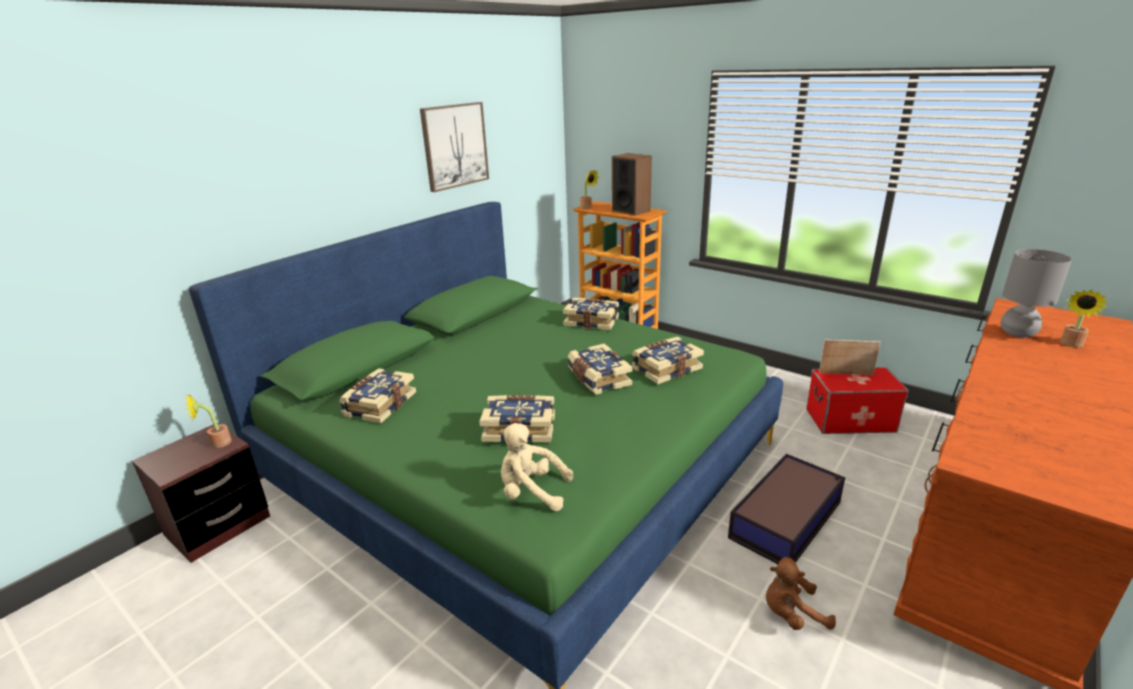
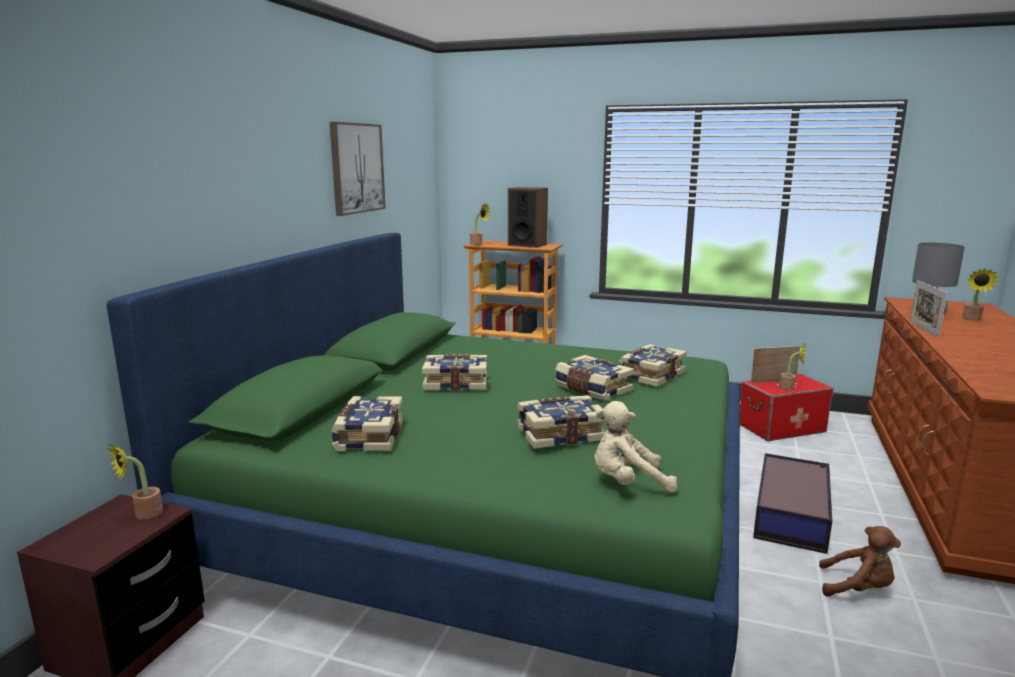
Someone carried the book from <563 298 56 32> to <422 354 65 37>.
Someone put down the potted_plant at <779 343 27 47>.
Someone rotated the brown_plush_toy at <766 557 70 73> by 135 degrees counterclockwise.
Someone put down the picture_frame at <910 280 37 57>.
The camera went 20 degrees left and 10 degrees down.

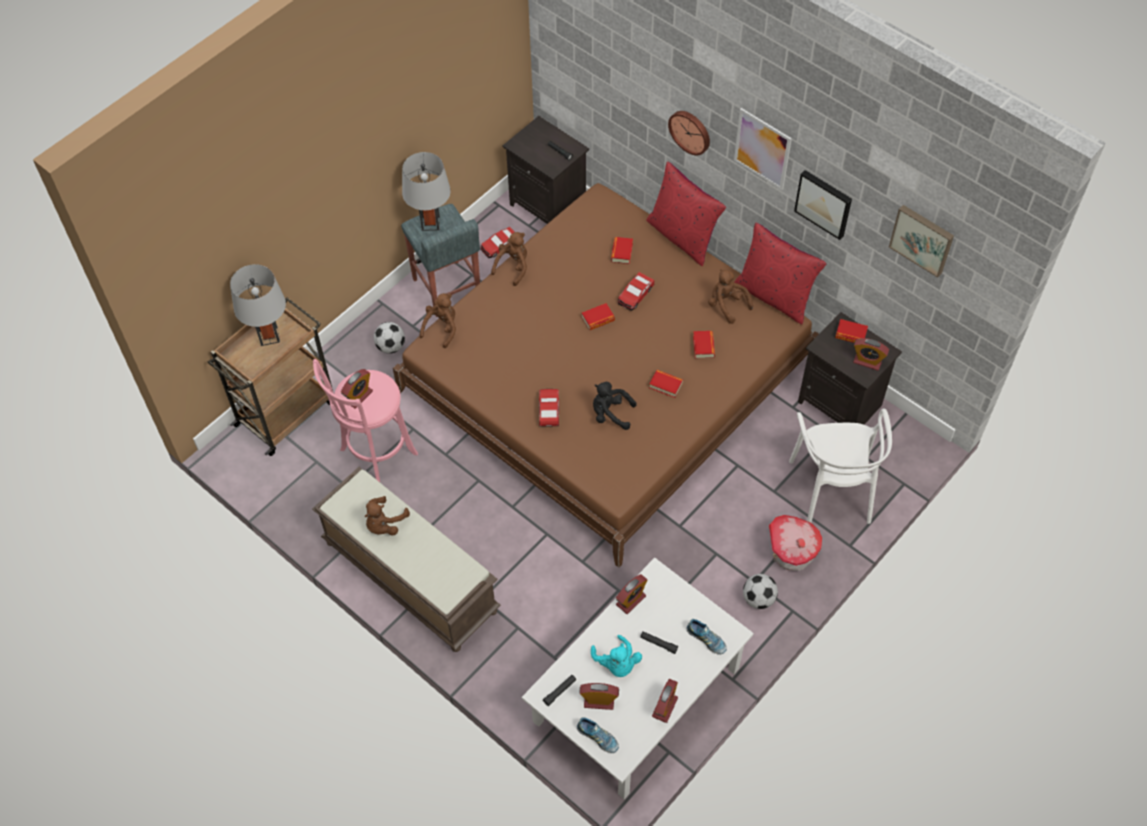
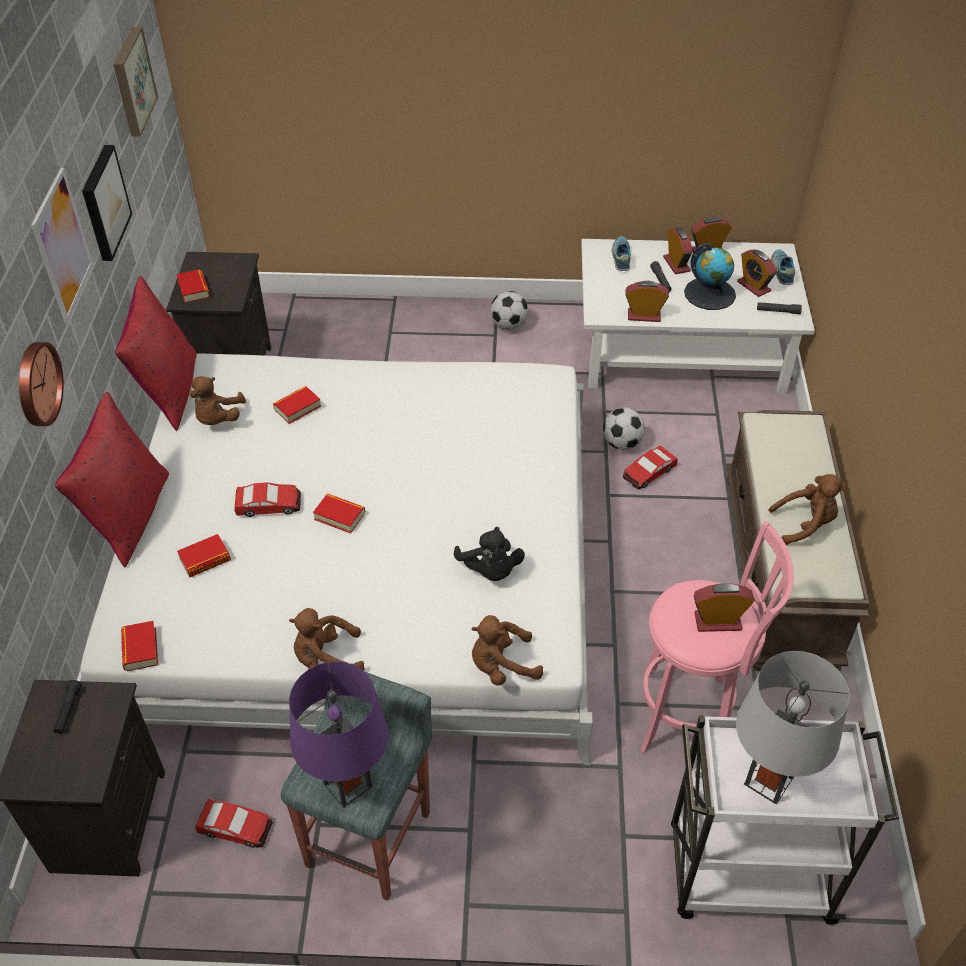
Someone repainted the brown_bed at <393 183 426 385>, which became the white_bed at <80 354 513 411>.
Someone carried the book from <649 370 34 28> to <121 621 37 50>.
Someone repainted the grey_table_lamp at <402 152 49 79>, which became the purple_table_lamp at <289 661 99 147>.
Someone carried the black_plush_toy from <593 382 44 48> to <454 527 71 54>.
Someone carried the football from <374 322 31 32> to <603 407 42 43>.
Someone carried the toy_car from <539 389 20 38> to <623 445 54 44>.
Someone carried the alarm_clock from <853 338 36 33> to <663 227 30 47>.
Someone repainted the brown_cart at <207 297 126 159>, which became the white_cart at <671 715 228 210>.
Someone swapped the turquoise_plush_toy at <591 635 51 42> for the globe at <684 243 52 67>.
Someone took away the toy_house at <769 515 53 56>.
Someone took away the white_chair at <789 409 103 115>.
The camera went 130 degrees left and 10 degrees down.

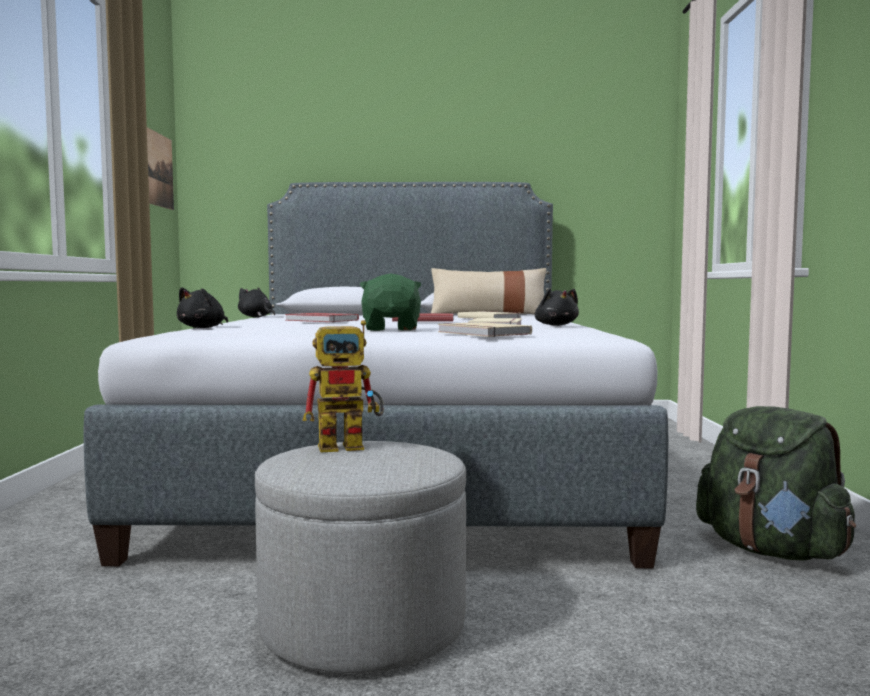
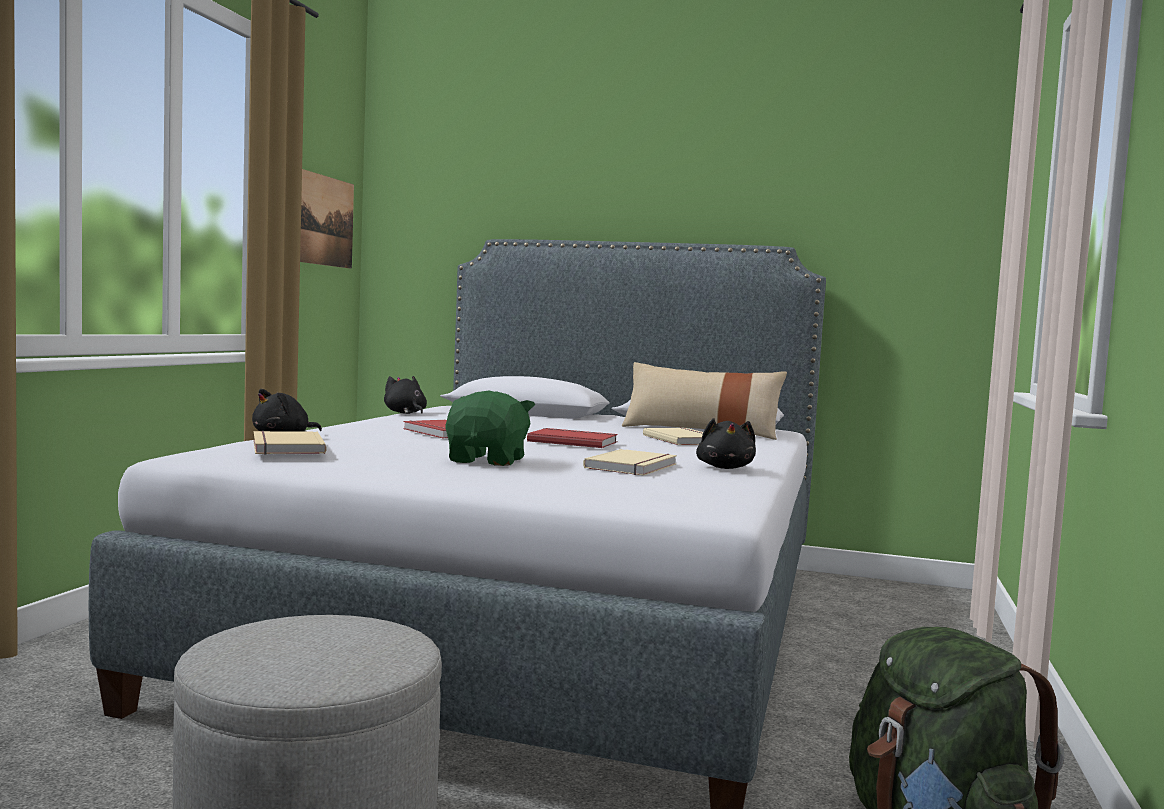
Someone carried the beige_book from <438 322 94 15> to <253 431 73 24>.
Someone took away the toy_robot at <303 320 81 132>.
The camera went 15 degrees right and 0 degrees up.

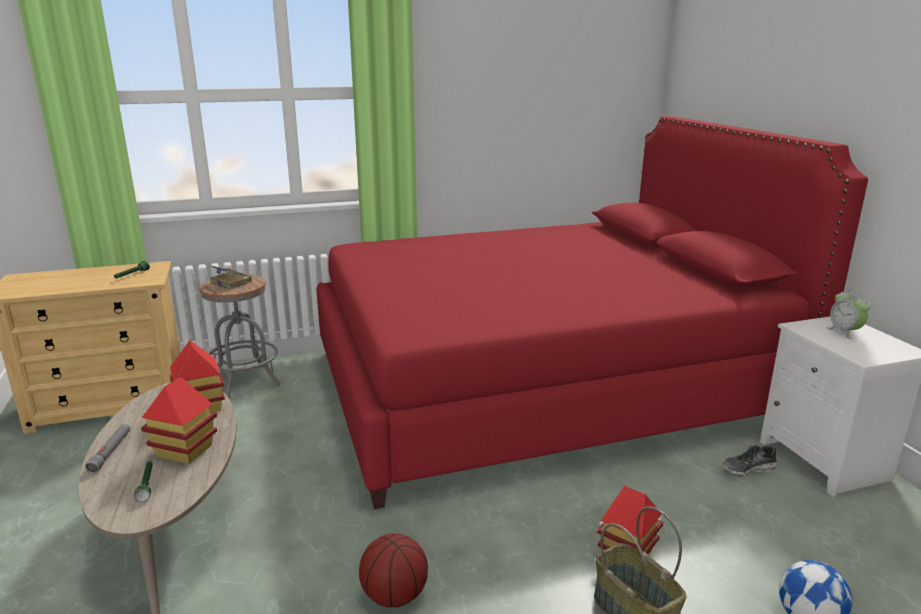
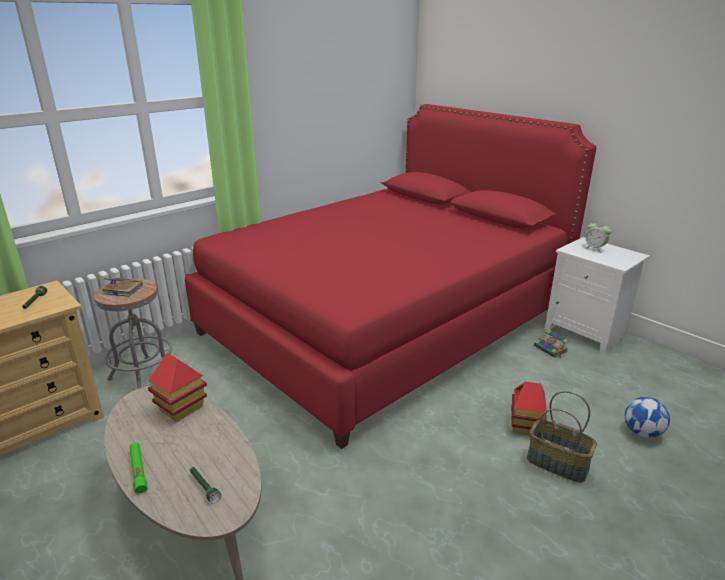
Someone repainted the grey_flashlight at <85 424 46 49>, which became the green_flashlight at <130 442 18 53>.
Someone swapped the shoe at <723 444 54 33> for the book at <534 329 35 29>.
Someone took away the toy_house at <141 377 76 87>.
Someone took away the basketball at <359 534 69 74>.
The camera went 25 degrees left and 5 degrees up.

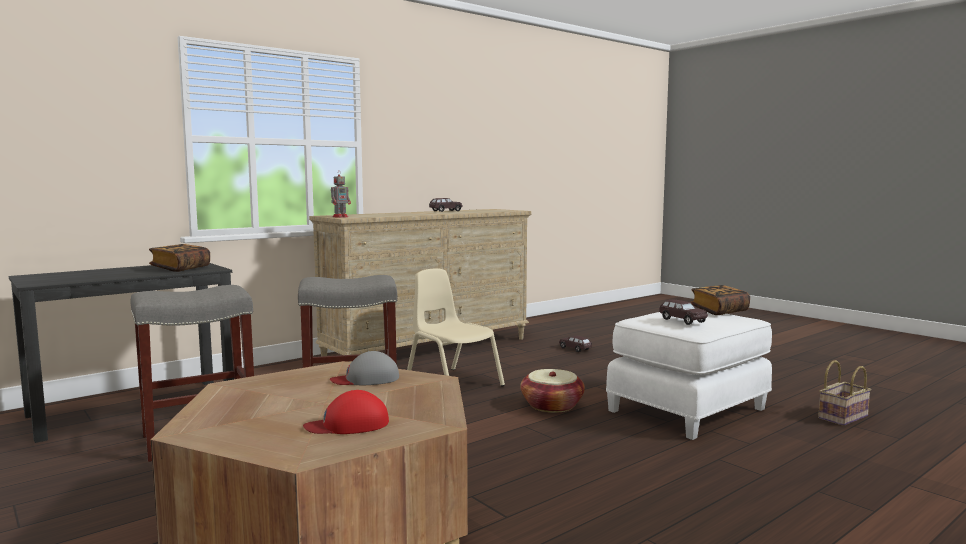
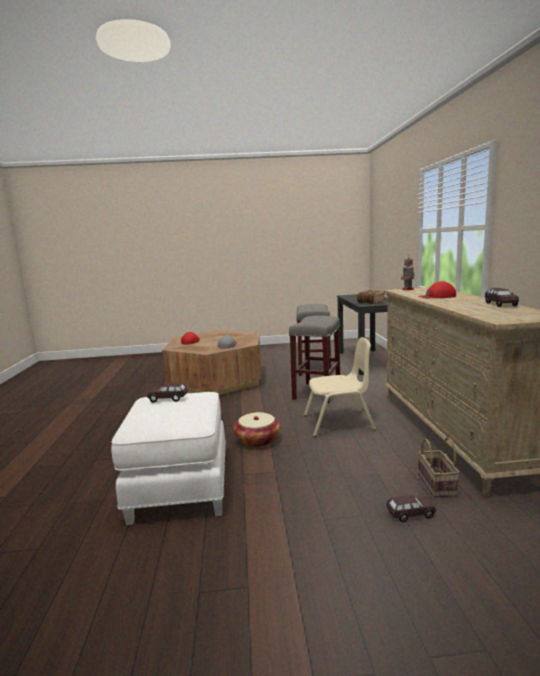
Someone put down the red_cap at <418 281 38 17>.
Someone carried the basket from <818 360 53 66> to <418 437 42 60>.
Someone took away the book at <690 285 60 30>.
The camera went 125 degrees right and 5 degrees up.

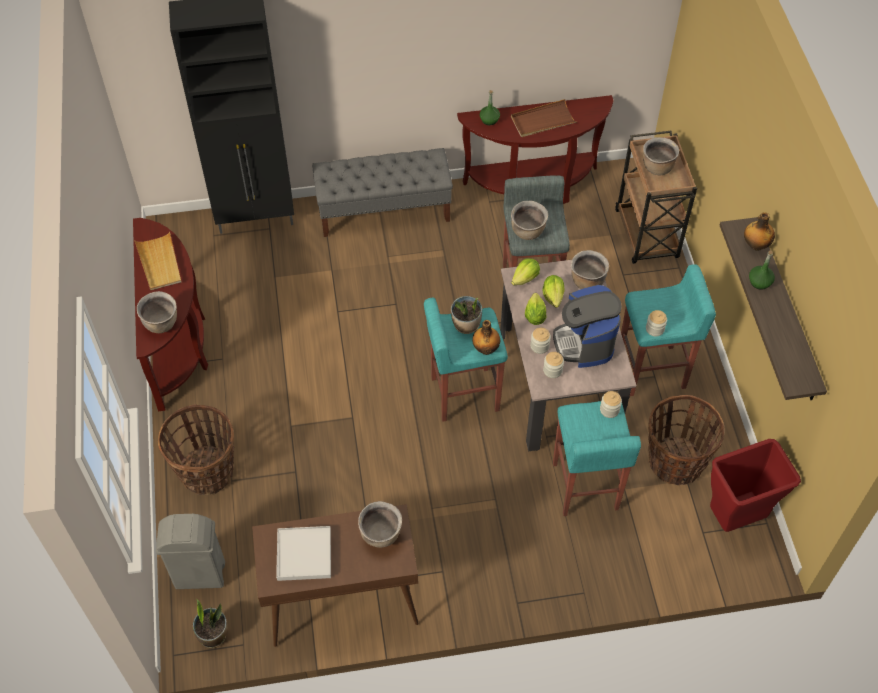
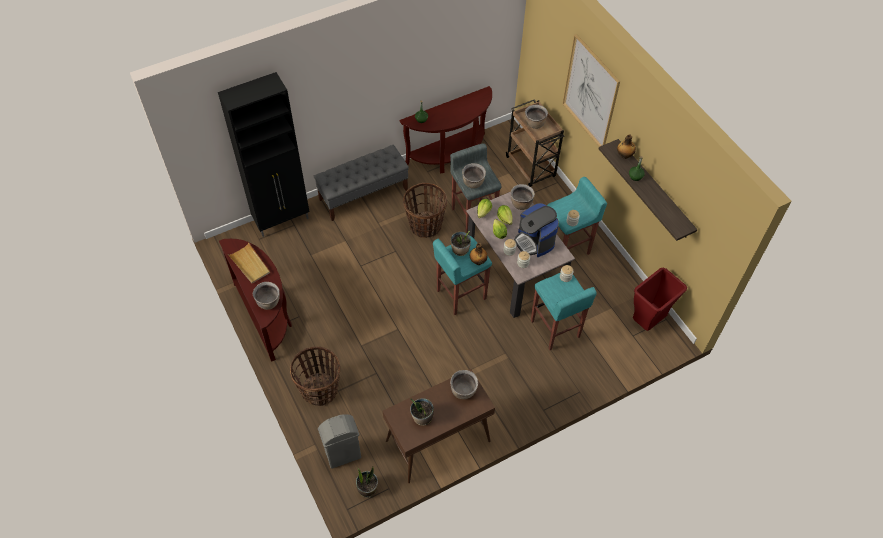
Someone carried the basket from <648 395 77 90> to <403 183 44 55>.
Someone swapped the white_tray at <276 526 55 55> for the potted_plant at <410 398 24 28>.
Someone put up the picture at <562 34 58 113>.
Someone took away the brown_tray at <511 99 66 38>.
The camera went 20 degrees left and 0 degrees up.

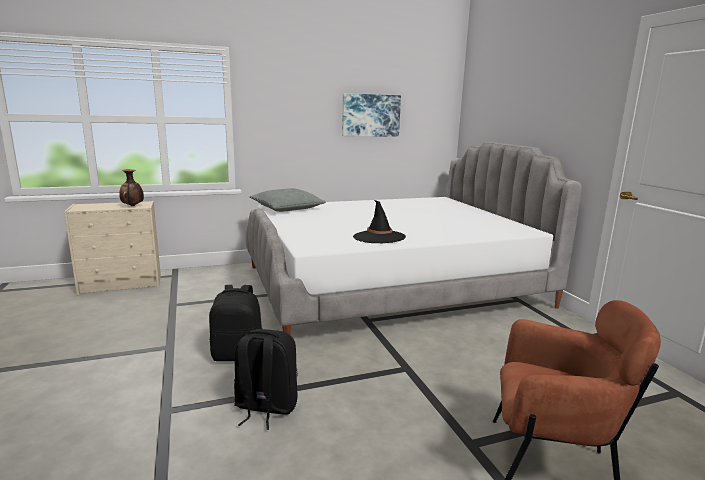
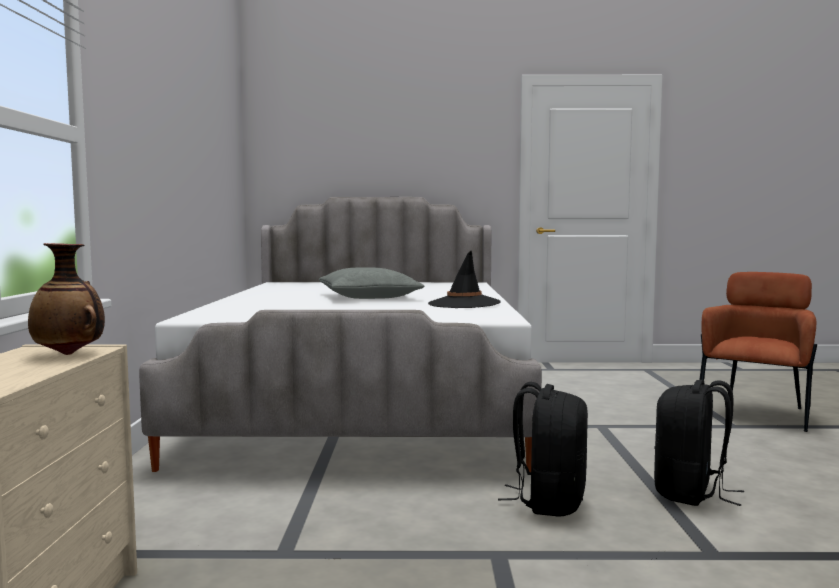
Someone carried the grey_pillow from <249 188 77 24> to <319 267 105 32>.
Someone took away the picture at <342 93 59 44>.
The camera went 70 degrees left and 10 degrees down.

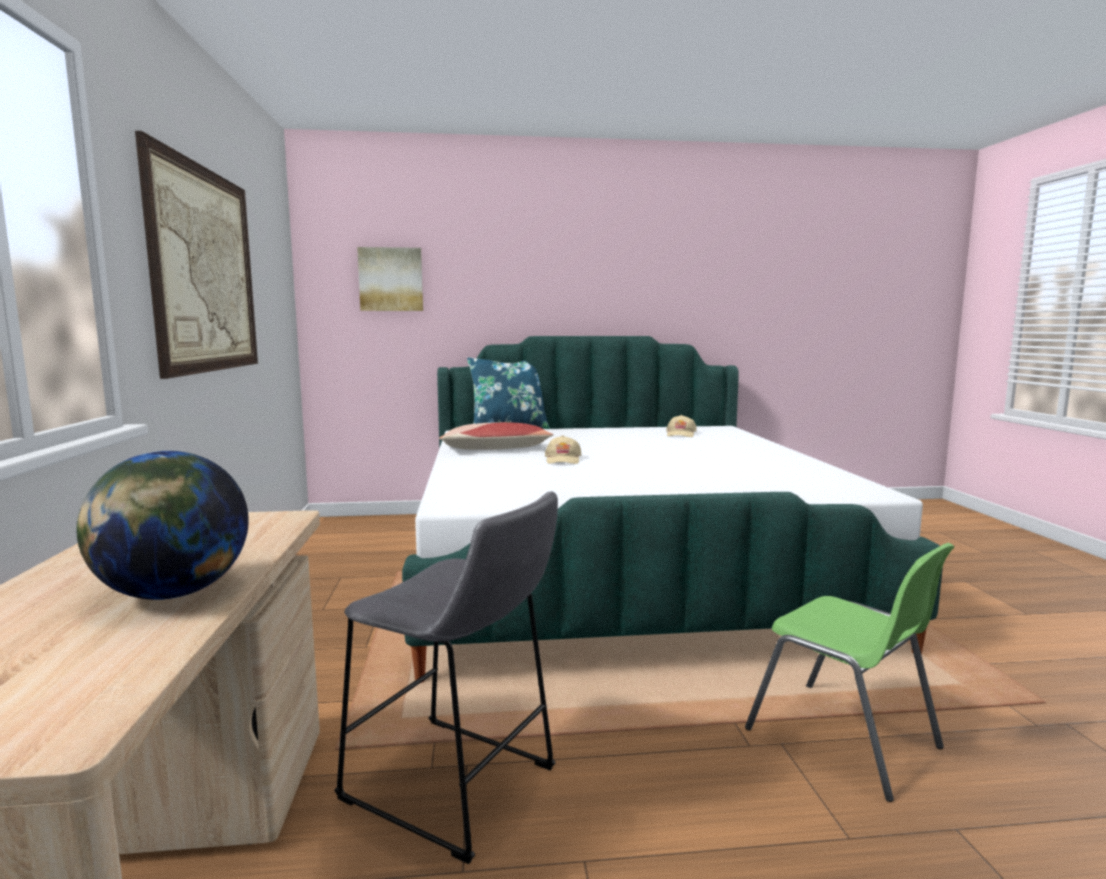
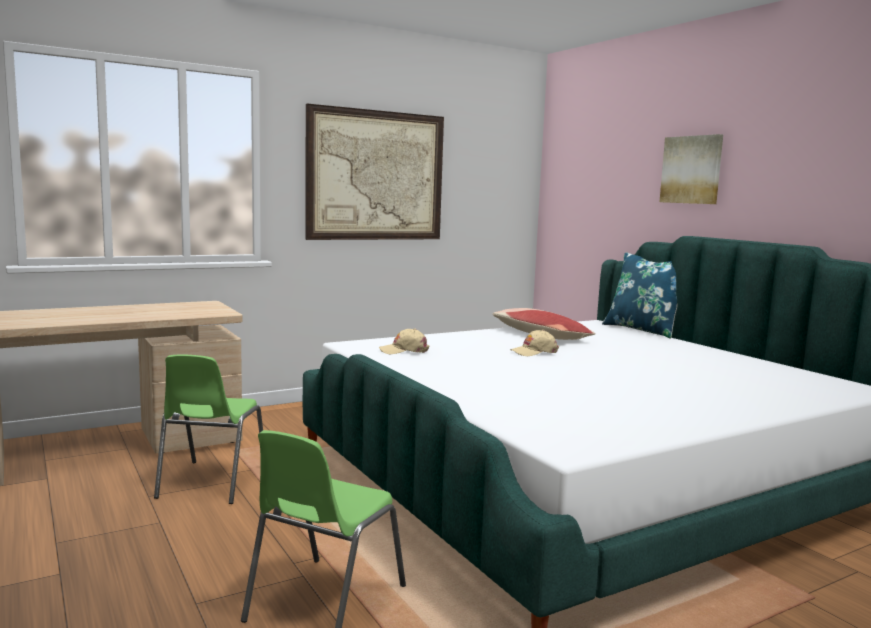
Someone swapped the grey_stool at <334 491 224 373> for the green_chair at <154 354 109 150>.
Someone carried the beige_cap from <666 415 31 22> to <379 328 51 26>.
Someone carried the picture from <357 247 66 64> to <659 134 64 70>.
Someone took away the globe at <76 451 173 149>.
The camera went 65 degrees right and 0 degrees up.

